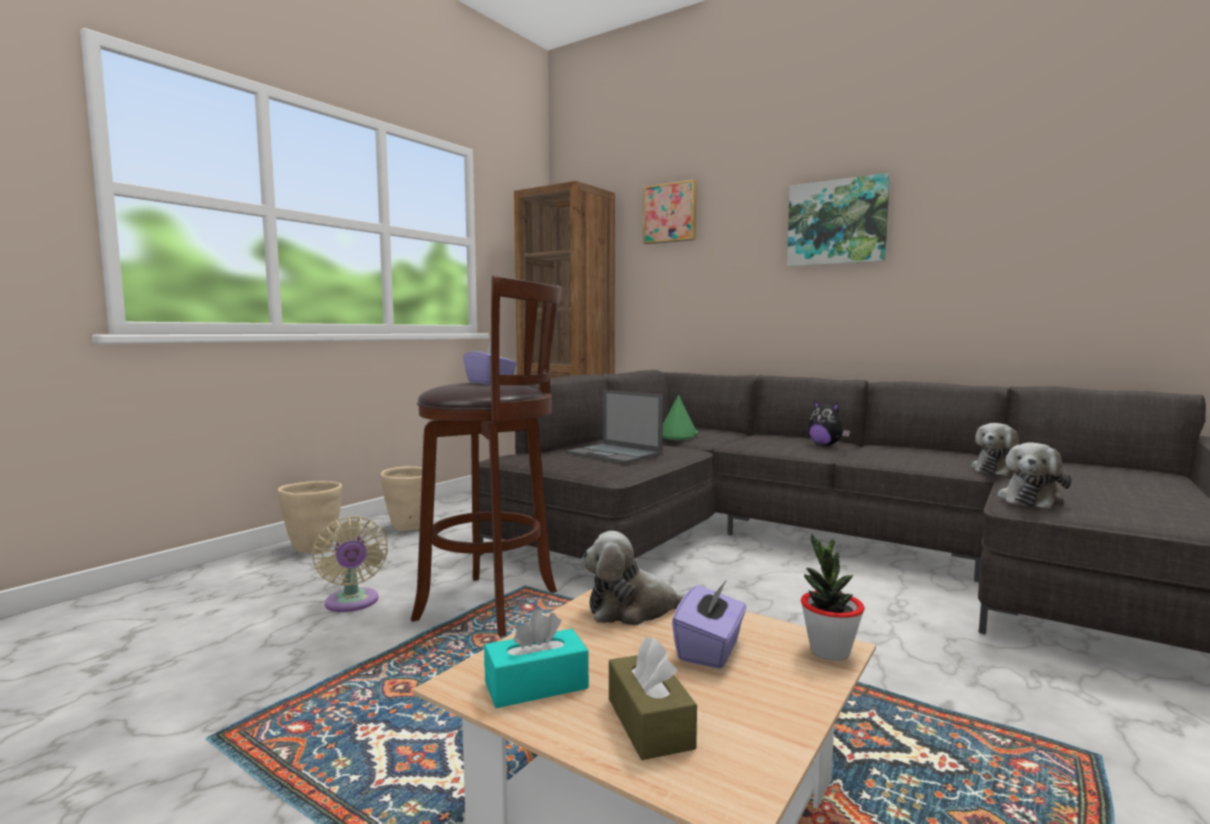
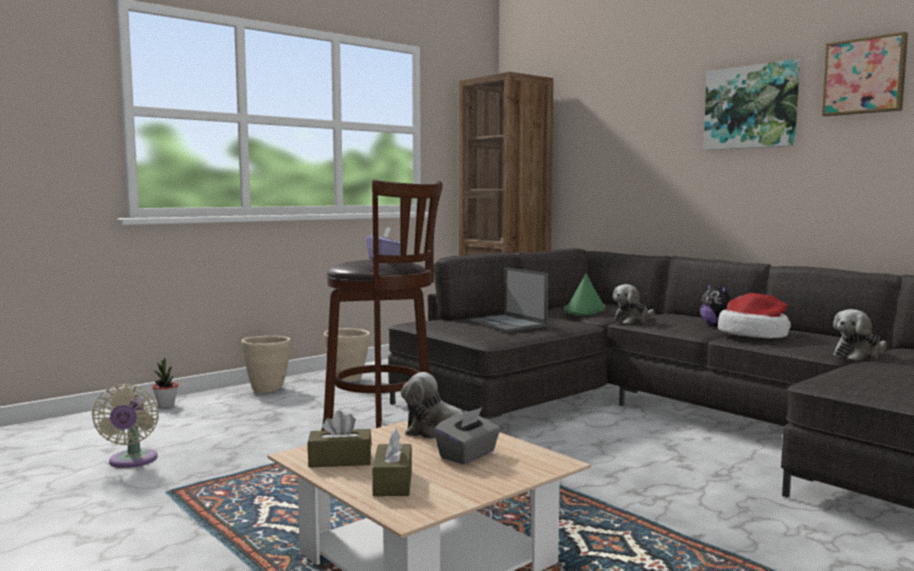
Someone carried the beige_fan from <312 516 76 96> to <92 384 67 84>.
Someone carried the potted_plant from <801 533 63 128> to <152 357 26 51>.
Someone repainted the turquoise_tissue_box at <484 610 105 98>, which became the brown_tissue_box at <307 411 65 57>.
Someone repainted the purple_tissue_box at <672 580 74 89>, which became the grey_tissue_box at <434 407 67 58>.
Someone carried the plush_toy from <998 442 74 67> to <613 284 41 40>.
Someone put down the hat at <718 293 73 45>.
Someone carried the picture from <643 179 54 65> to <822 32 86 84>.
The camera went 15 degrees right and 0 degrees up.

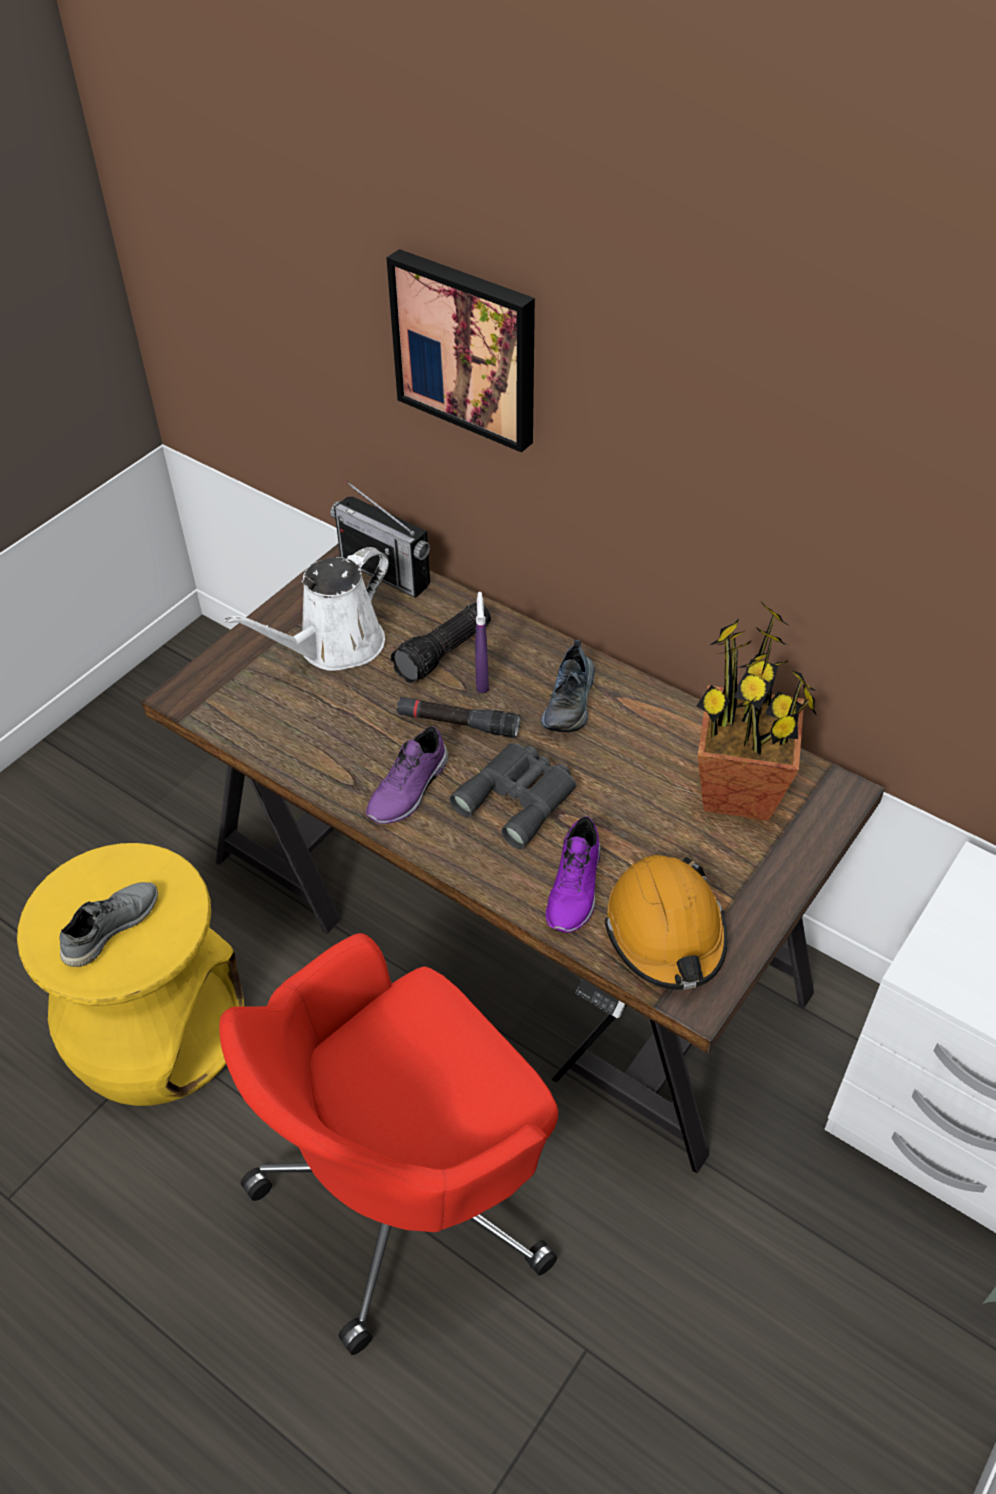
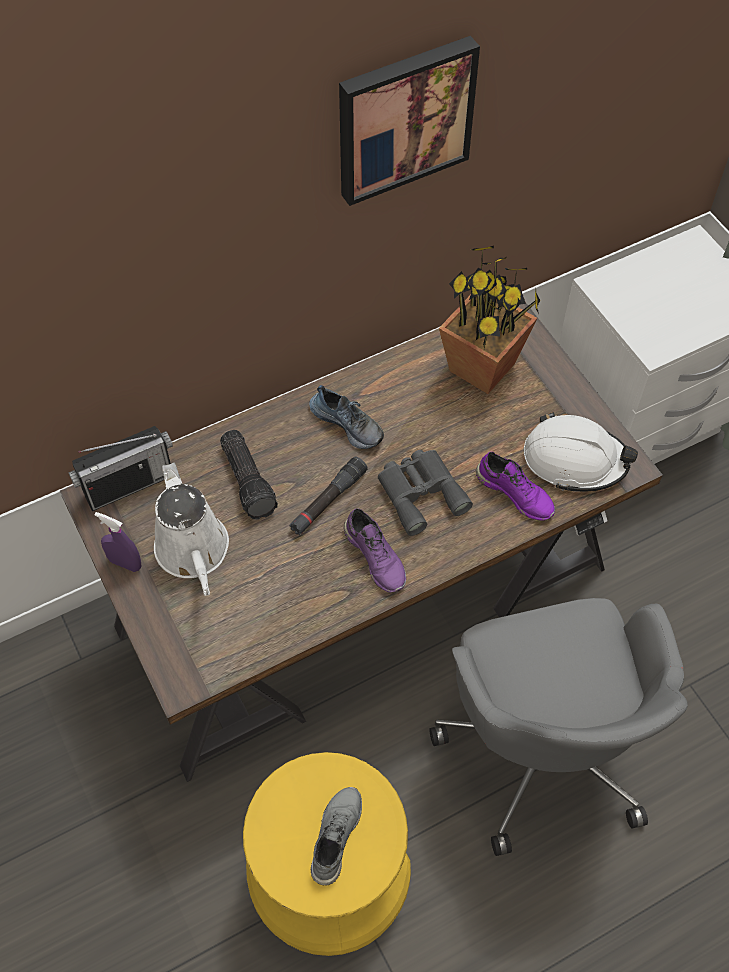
Someone carried the purple_spray_bottle from <475 592 14 101> to <95 512 46 60>.
Someone rotated the grey_shoe at <59 882 99 85> by 45 degrees clockwise.
Someone carried the picture from <387 249 148 204> to <339 36 141 170>.
Someone repainted the red_office_chair at <219 933 339 422>, which became the grey_office_chair at <429 598 259 258>.
Someone repainted the orange_hard_hat at <605 855 122 135>, which became the white_hard_hat at <524 412 114 80>.
The camera went 65 degrees left and 10 degrees up.

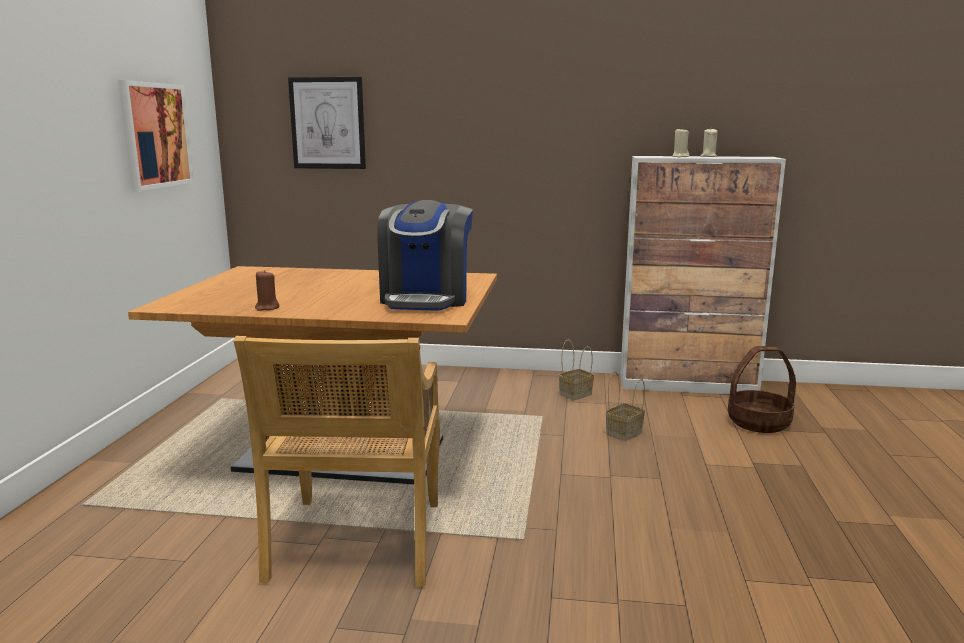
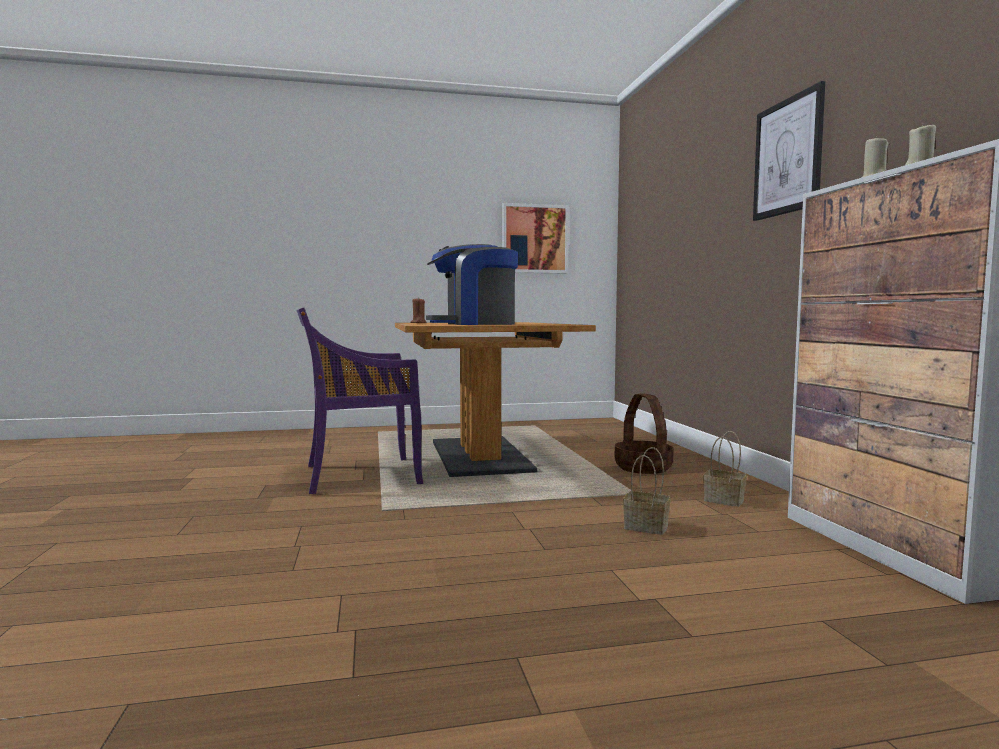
Someone repainted the beige_chair at <234 336 206 250>, which became the purple_chair at <296 308 127 186>.
Someone carried the basket from <728 346 68 87> to <615 393 59 81>.
Someone carried the picture from <288 77 78 92> to <753 81 72 140>.
The camera went 70 degrees right and 10 degrees down.

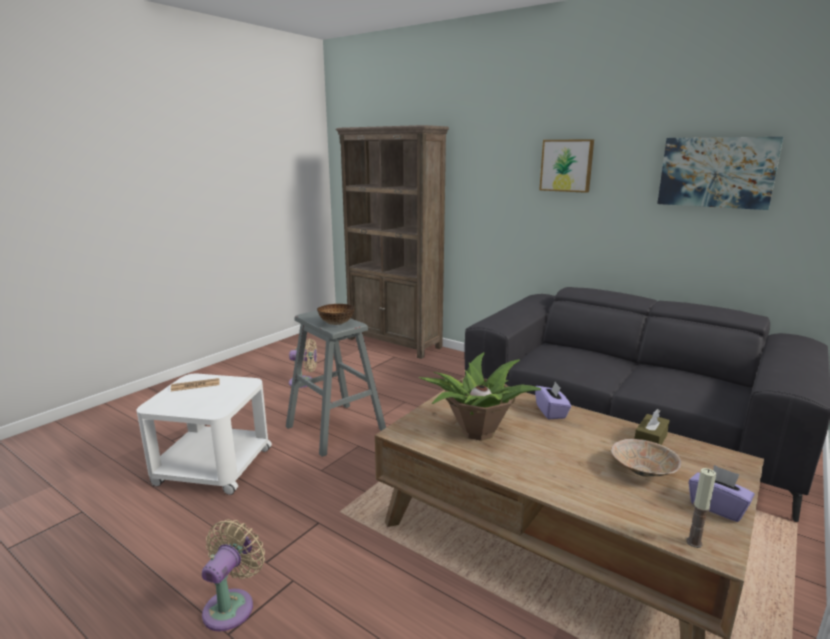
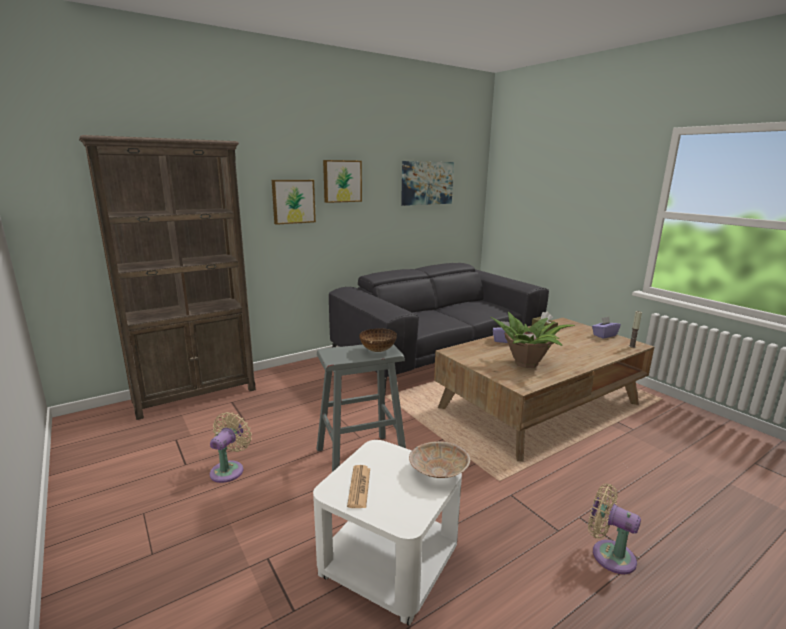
Someone put up the picture at <272 180 44 45>.
Someone carried the beige_bowl from <611 439 70 38> to <409 441 61 37>.
The camera went 70 degrees left and 0 degrees up.

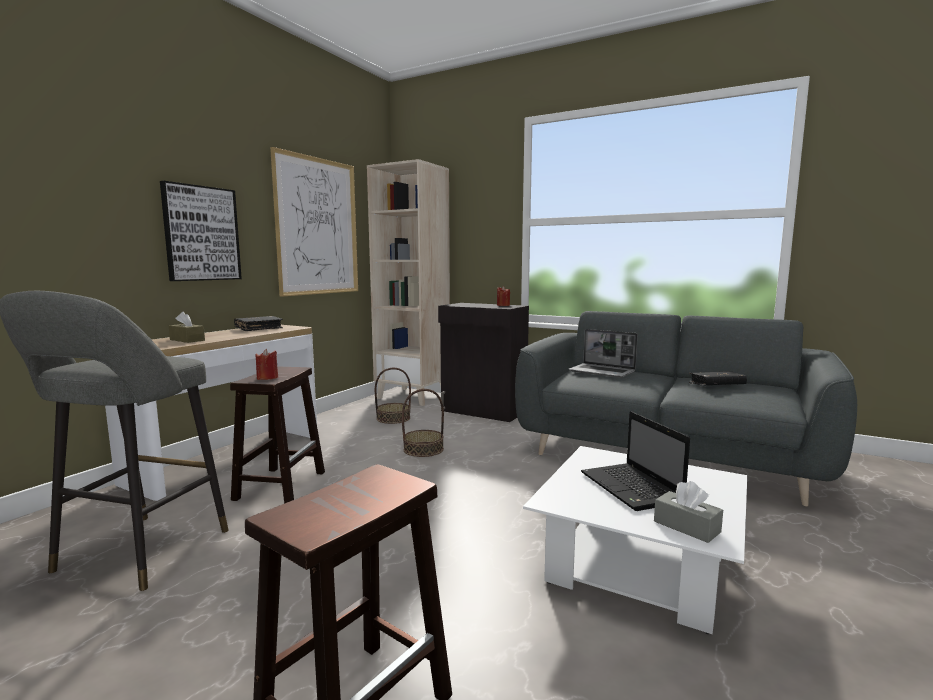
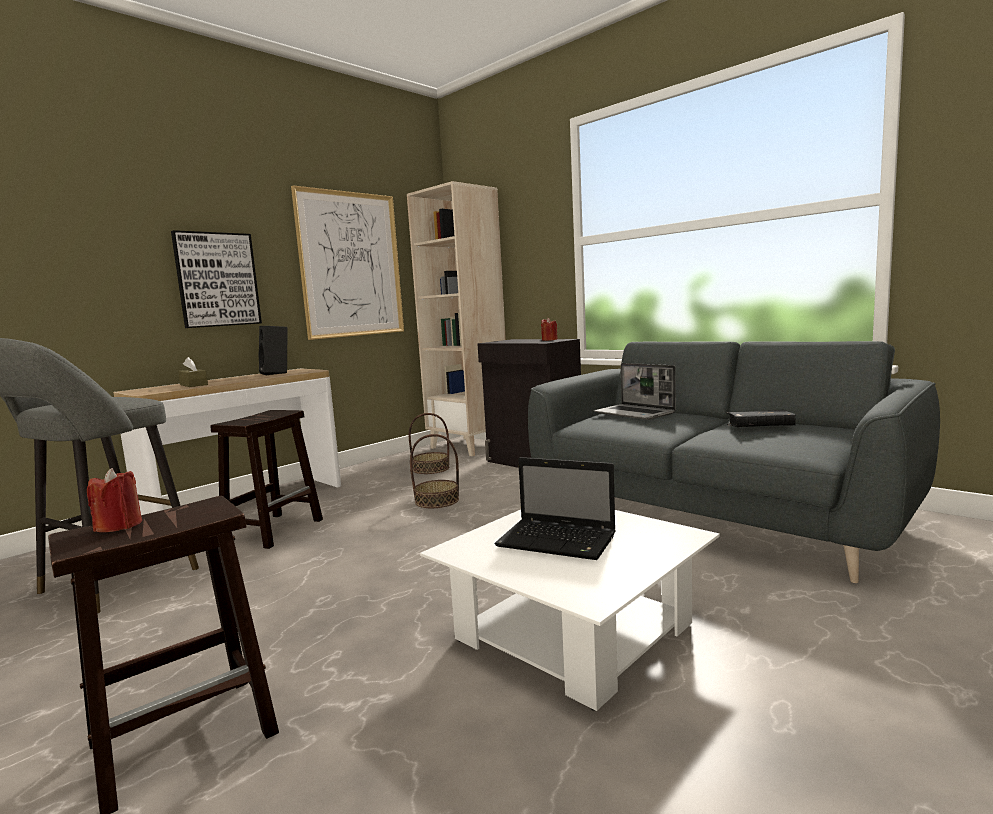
Someone carried the red_candle from <255 348 23 32> to <87 468 55 64>.
Someone swapped the black_book at <234 316 49 15> for the black_speaker at <259 326 29 49>.
Someone rotated the laptop at <581 411 109 100> by 60 degrees counterclockwise.
Someone took away the grey_tissue_box at <654 481 69 62>.
The camera went 15 degrees right and 0 degrees up.

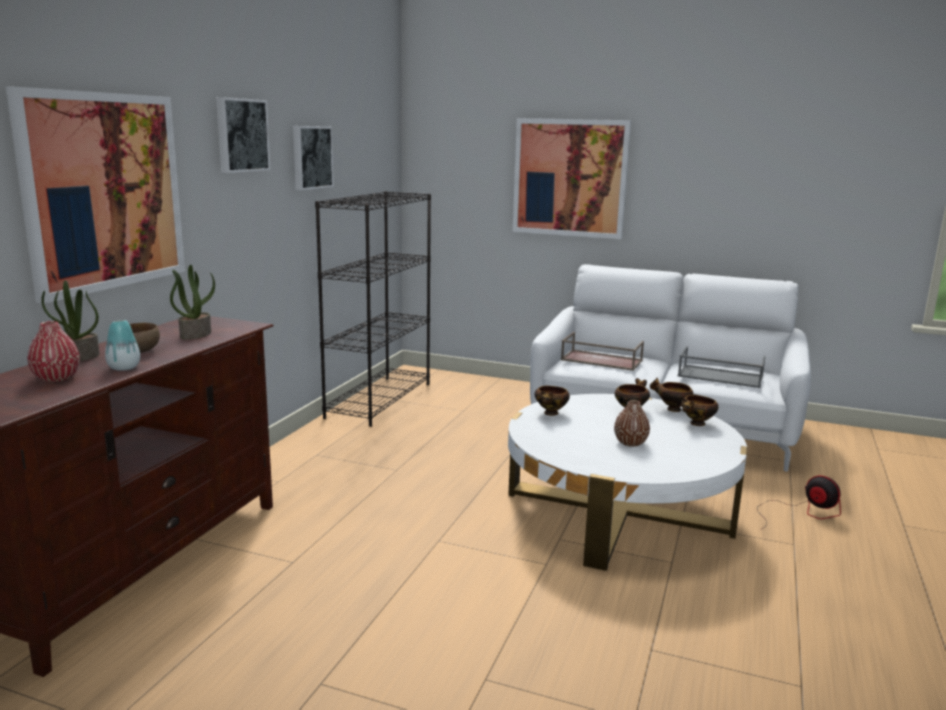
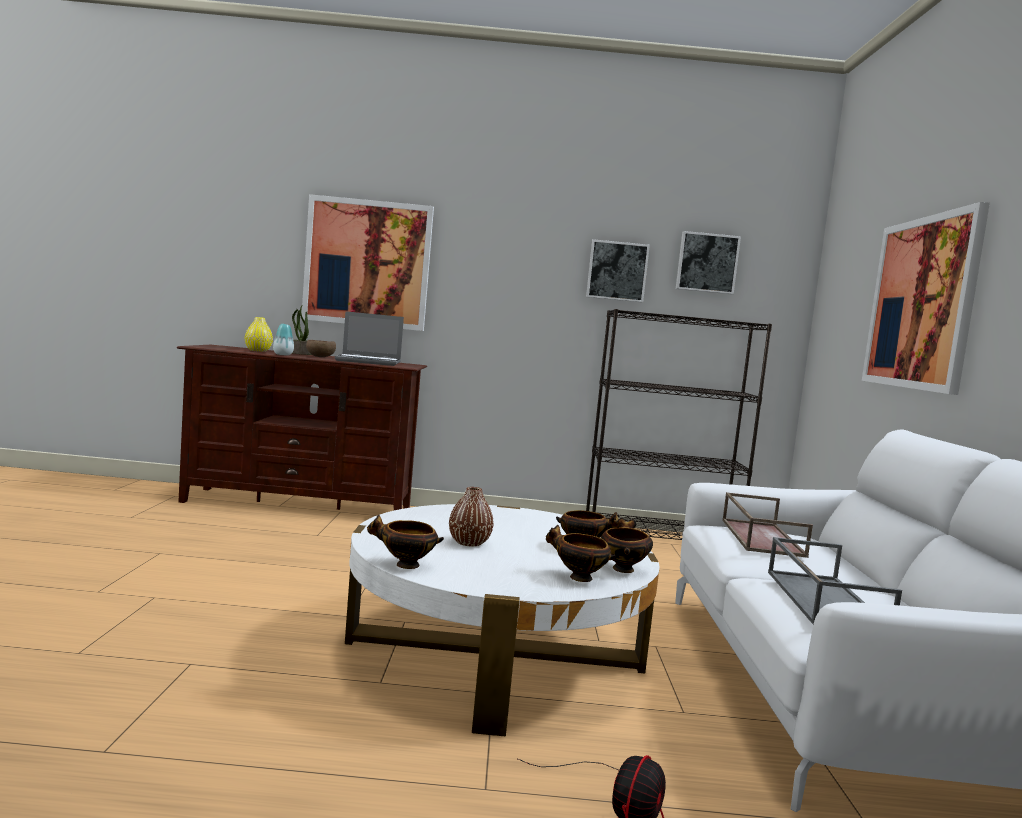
Someone repainted the red_vase at <27 321 53 61>, which became the yellow_vase at <245 317 28 35>.
Someone swapped the potted_plant at <170 265 45 75> for the laptop at <335 311 69 55>.
Someone carried the bowl from <535 386 35 30> to <367 514 77 55>.
Someone carried the picture from <216 97 55 76> to <676 231 65 63>.
The camera went 70 degrees right and 10 degrees down.

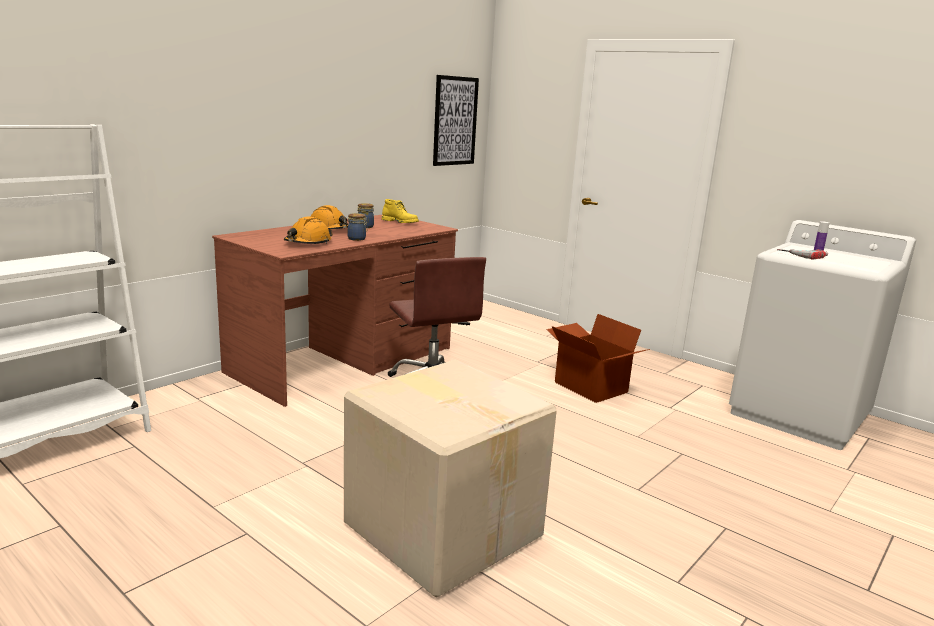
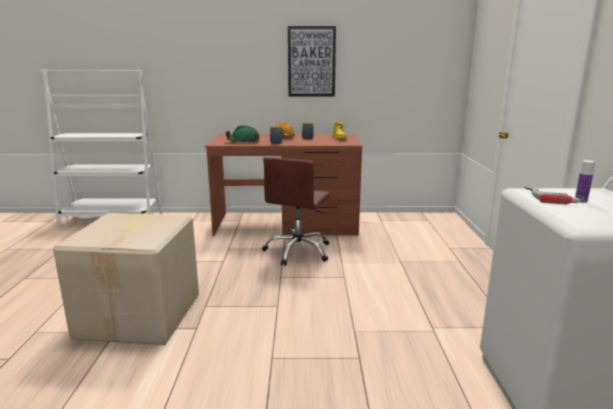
Someone repainted the orange_hard_hat at <284 216 49 28>, which became the green_hard_hat at <225 125 35 18>.
Someone carried the picture from <433 75 46 91> to <288 26 48 70>.
Someone took away the cardboard_box at <546 314 104 89>.
The camera went 50 degrees right and 0 degrees up.

